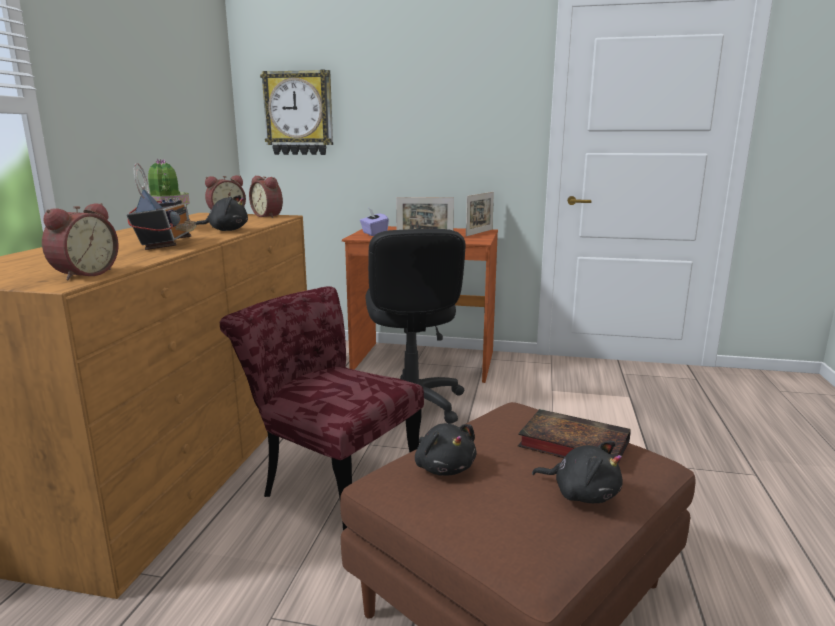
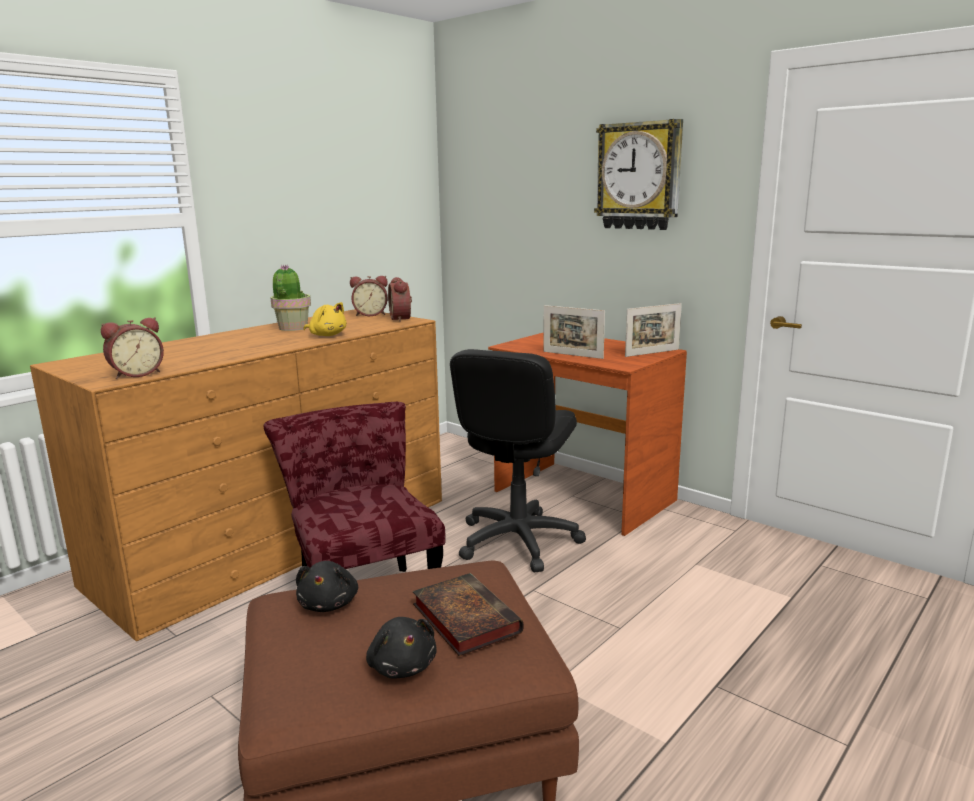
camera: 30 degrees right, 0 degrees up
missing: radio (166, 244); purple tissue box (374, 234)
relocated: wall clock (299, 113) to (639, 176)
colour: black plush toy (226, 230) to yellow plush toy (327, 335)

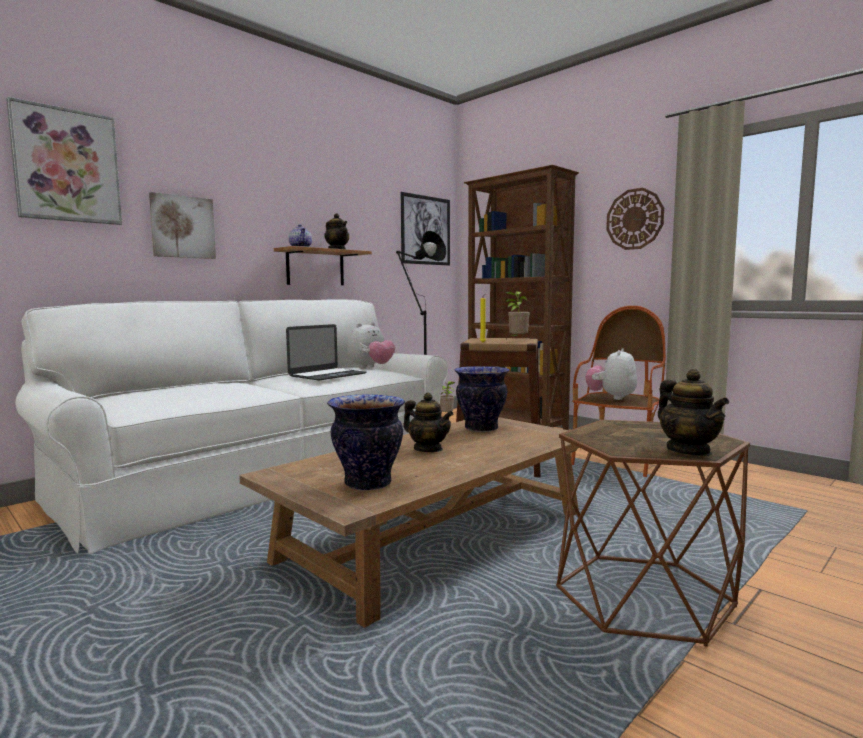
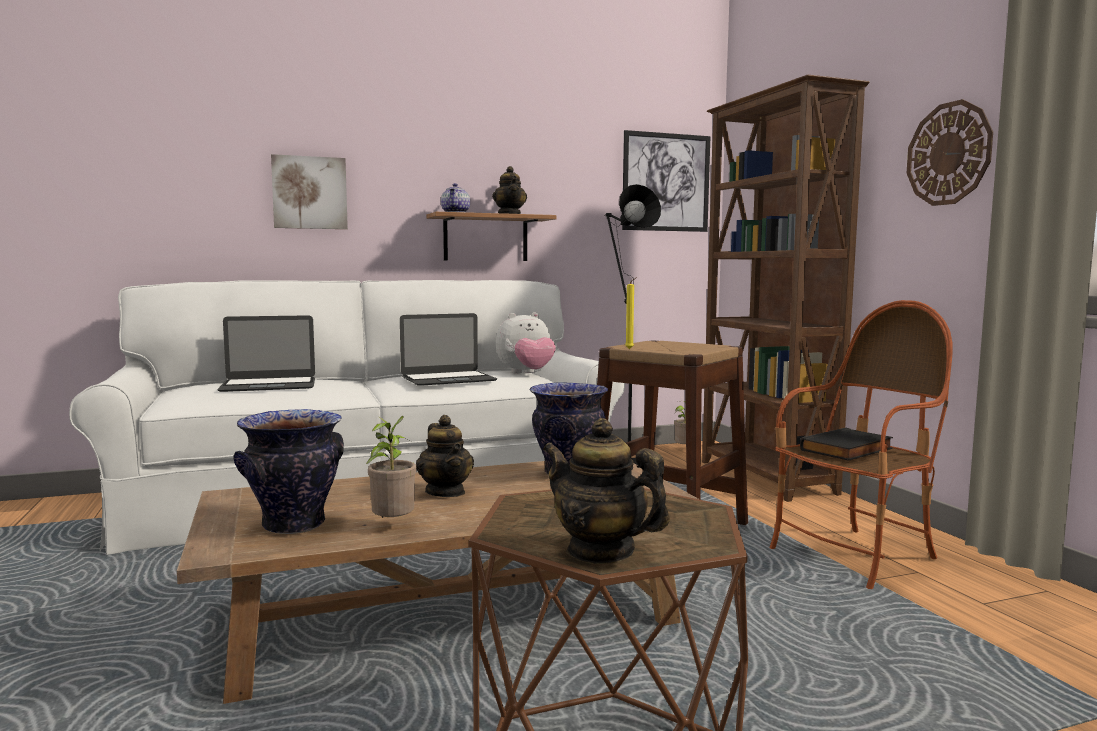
camera: 25 degrees right, 0 degrees up
missing: picture (67, 166)
appeared: laptop (269, 385)
relocated: potted plant (517, 340) to (392, 526)
exchanged: plush toy (611, 397) to black book (848, 450)
spun: teapot (688, 451) = (600, 551) 120 degrees clockwise

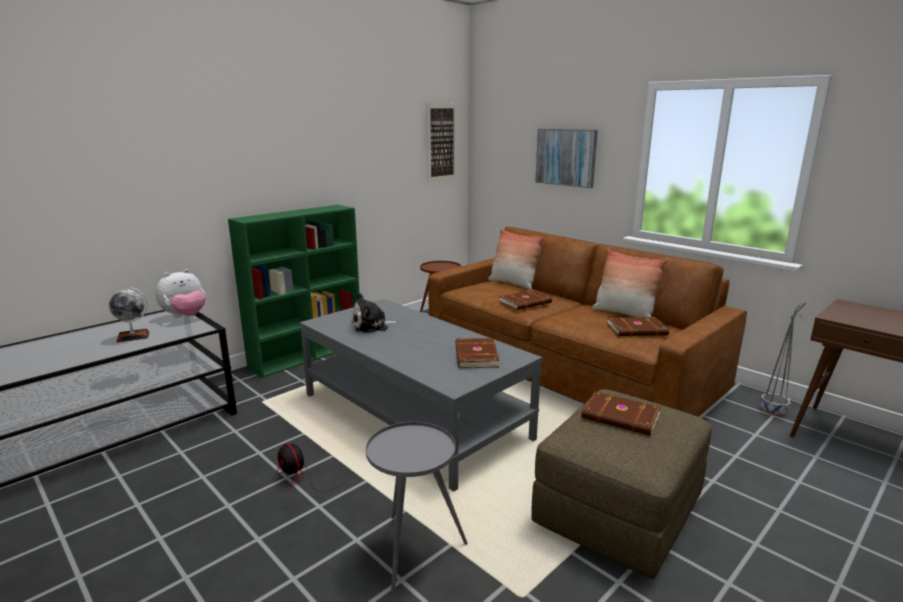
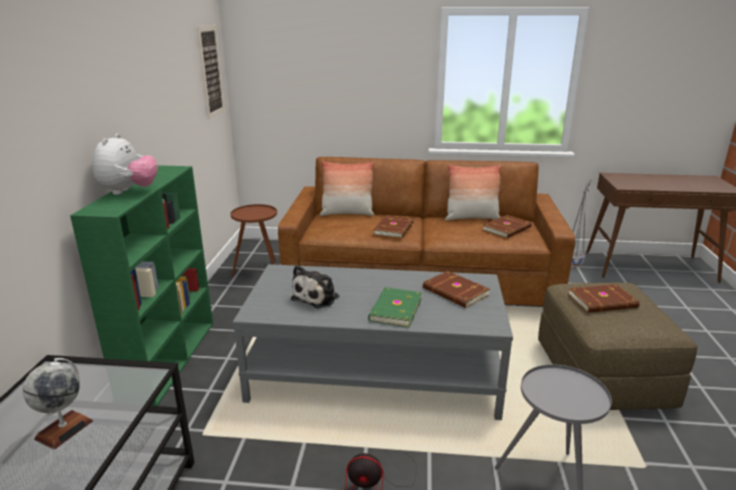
camera: 40 degrees left, 5 degrees up
missing: picture (566, 157)
appeared: green book (394, 309)
relocated: plush toy (185, 316) to (129, 191)

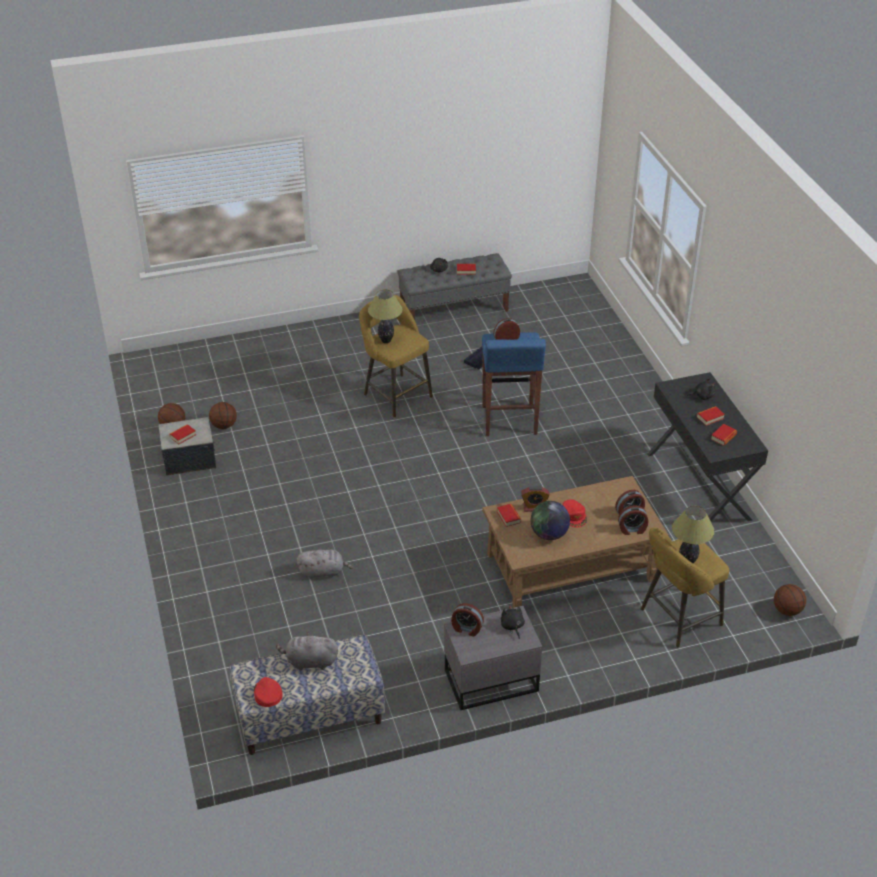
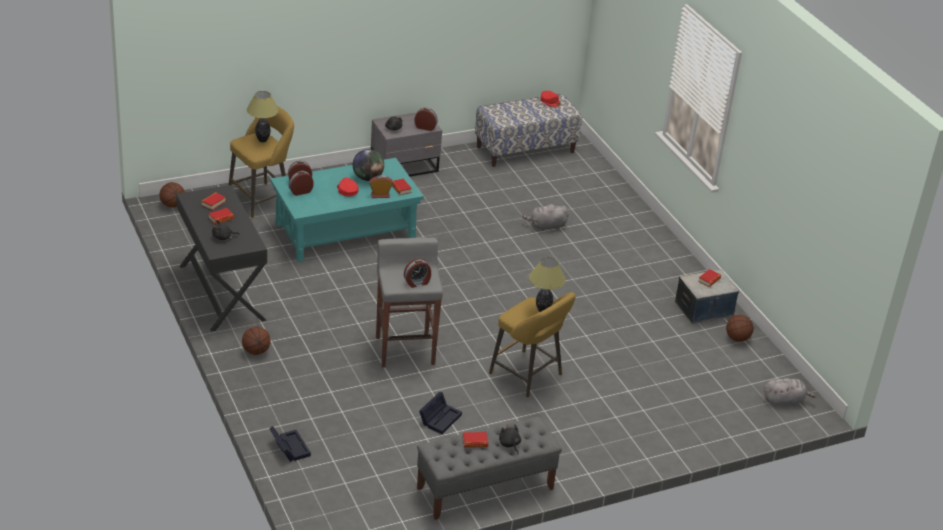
camera: 170 degrees right, 5 degrees down
appeared: black storage box (289, 447)
relocated: basketball (224, 426) to (256, 351); grey plush toy (309, 662) to (784, 400)
colour: blue stool (509, 421) to grey stool (405, 350); brown coffee table (571, 566) to turquoise coffee table (345, 232)

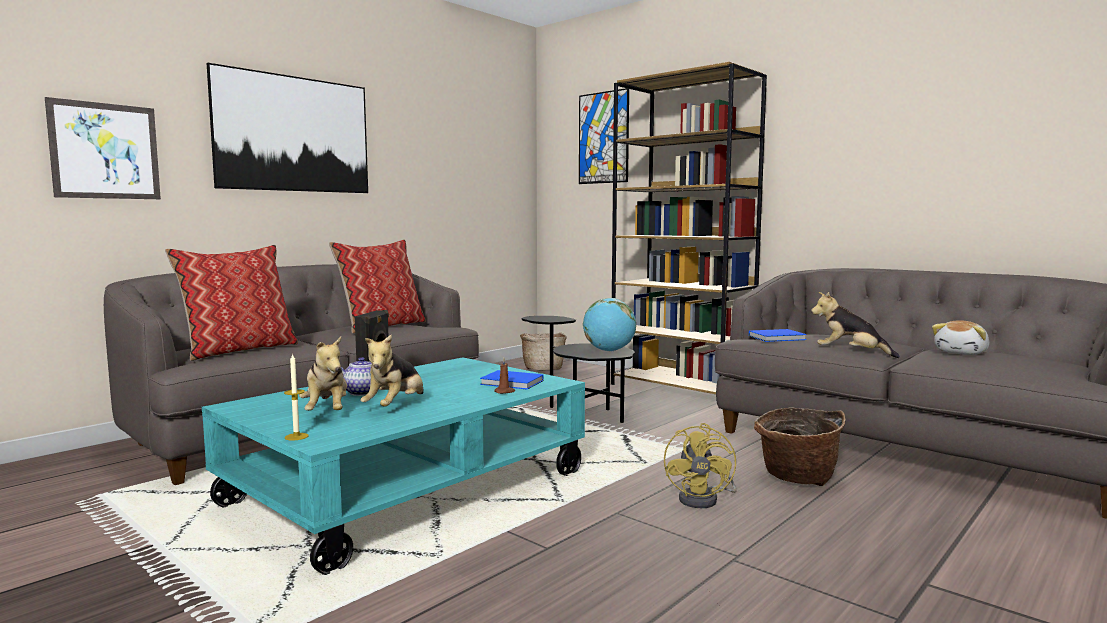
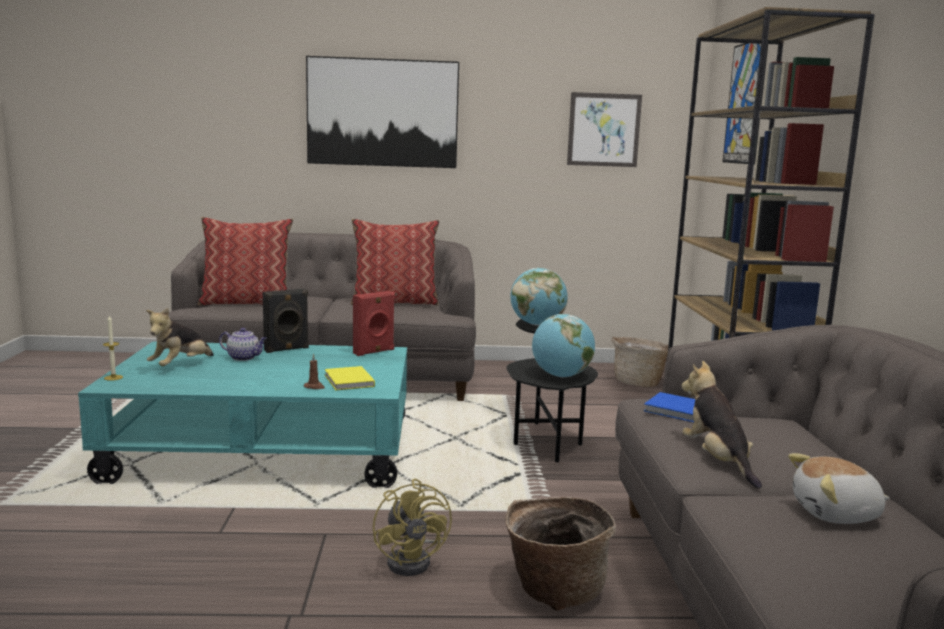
camera: 45 degrees right, 5 degrees up
missing: plush toy (396, 406)
appeared: red speaker (374, 352); globe (537, 324)
relocated: picture (105, 151) to (604, 130)
colour: blue book (513, 383) to yellow book (348, 381)
spun: yellow fan (704, 499) = (414, 560) 75 degrees counterclockwise

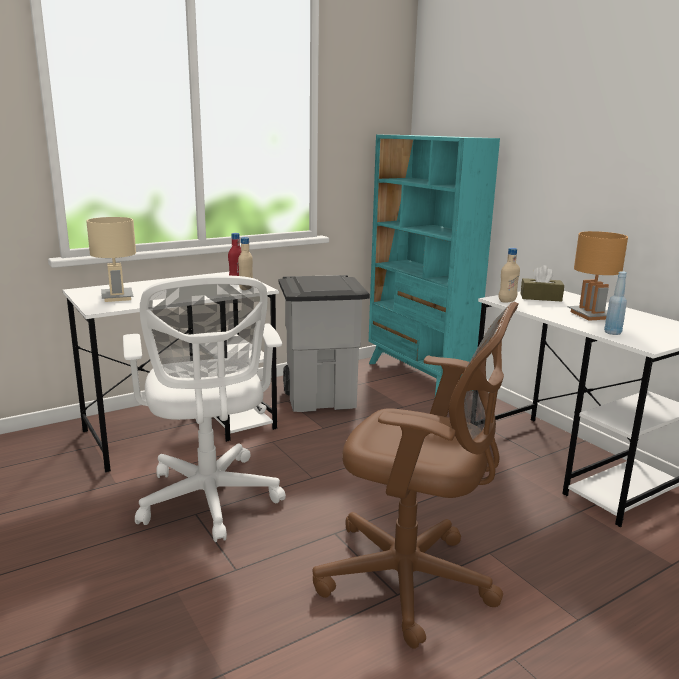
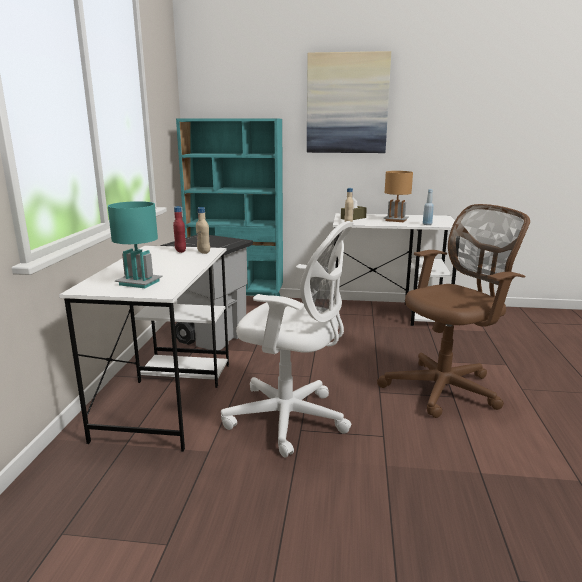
camera: 50 degrees left, 0 degrees up
appeared: picture (347, 104)
colour: beige table lamp (116, 297) to turquoise table lamp (139, 283)

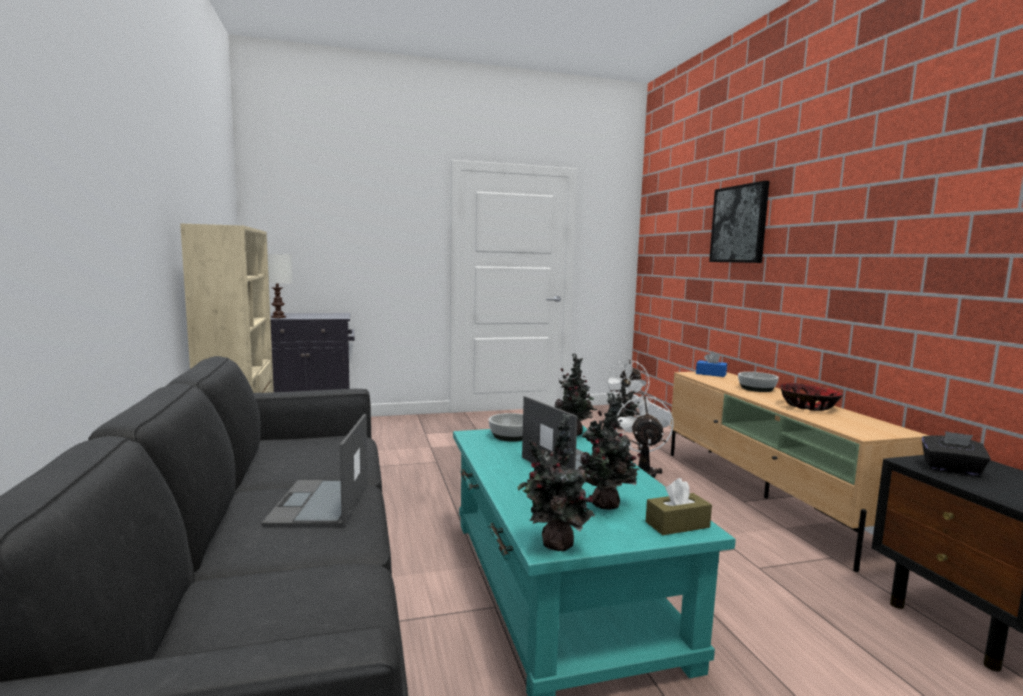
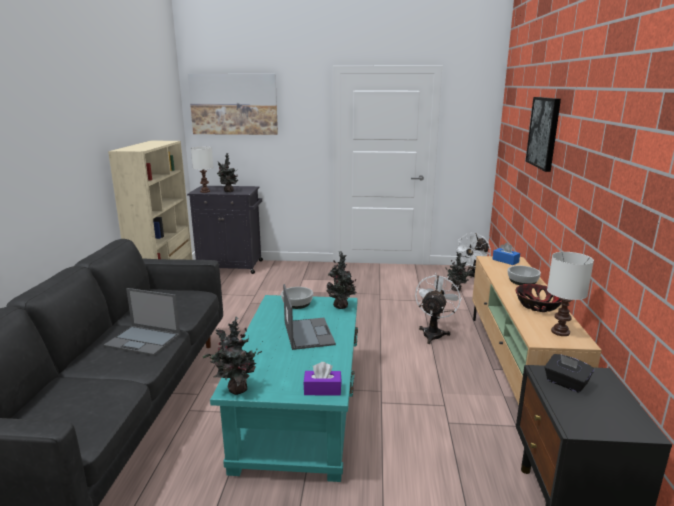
camera: 20 degrees right, 10 degrees up
appeared: picture (234, 104); white table lamp (559, 332)
relocated: potted plant (607, 506) to (228, 191)
colour: brown tissue box (677, 525) to purple tissue box (322, 389)
spun: laptop (319, 503) = (144, 340) 90 degrees counterclockwise

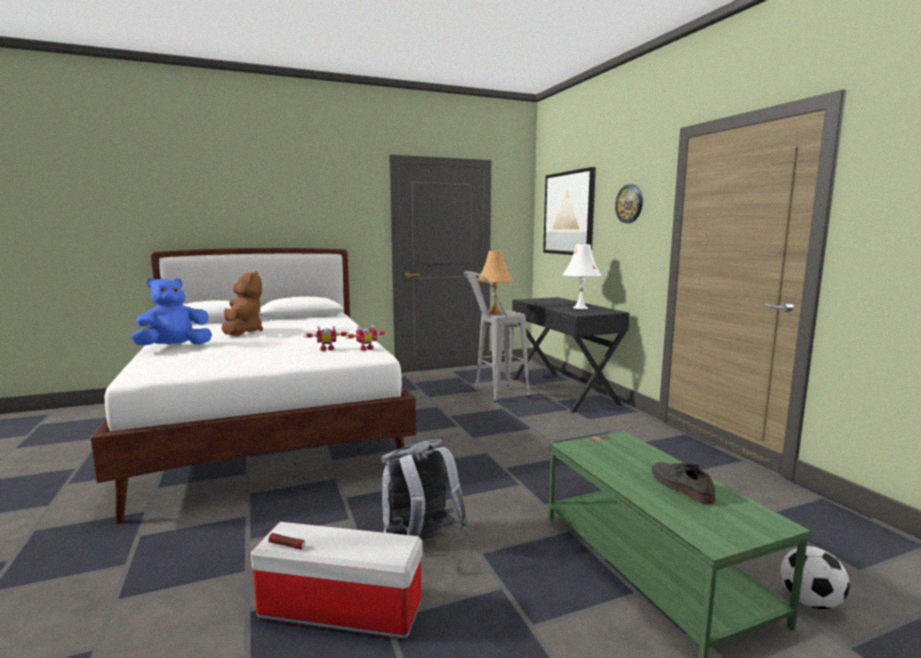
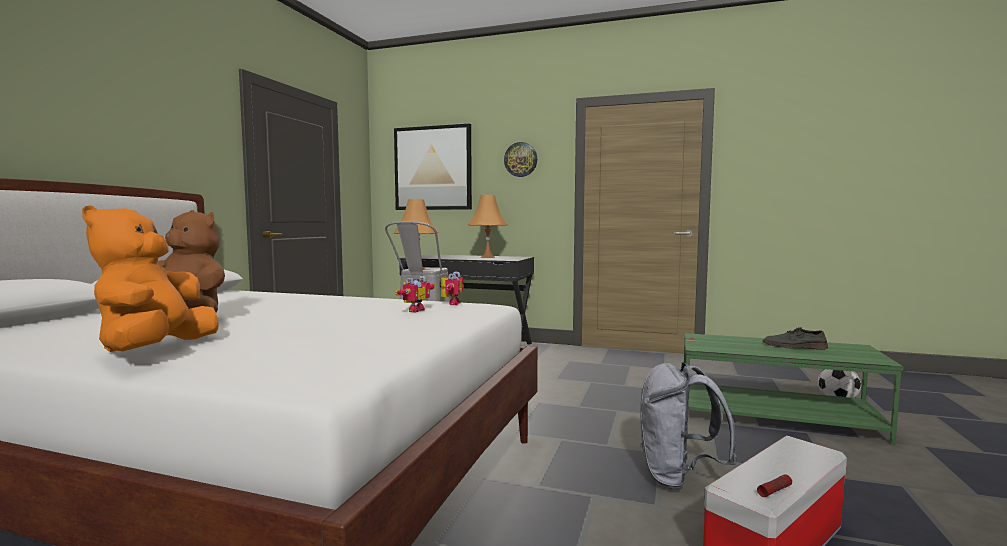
camera: 50 degrees left, 5 degrees down
colour: blue plush toy (174, 347) to orange plush toy (156, 351); white table lamp (580, 308) to orange table lamp (488, 257)

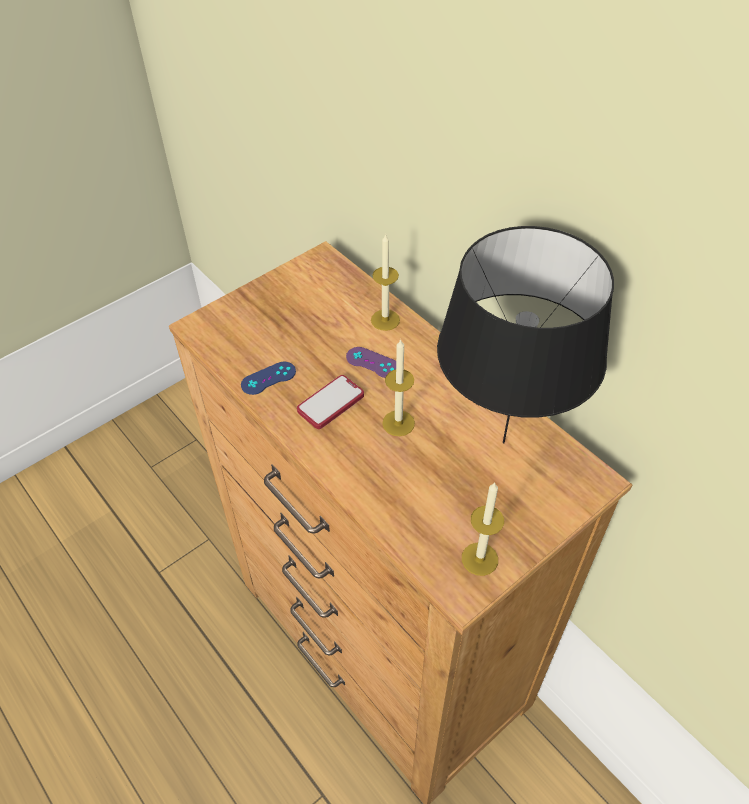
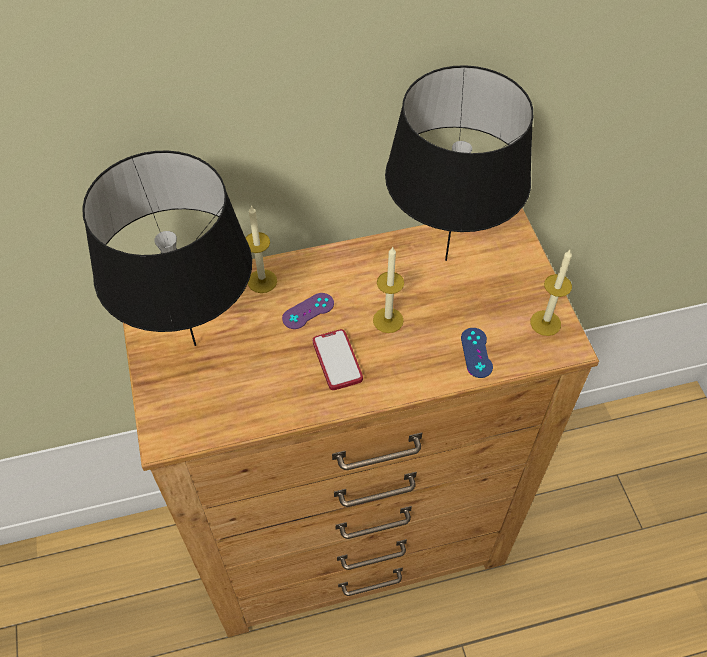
camera: 65 degrees left, 5 degrees up
appeared: black table lamp (194, 345)
relocated: blue game controller (268, 378) to (476, 352)

